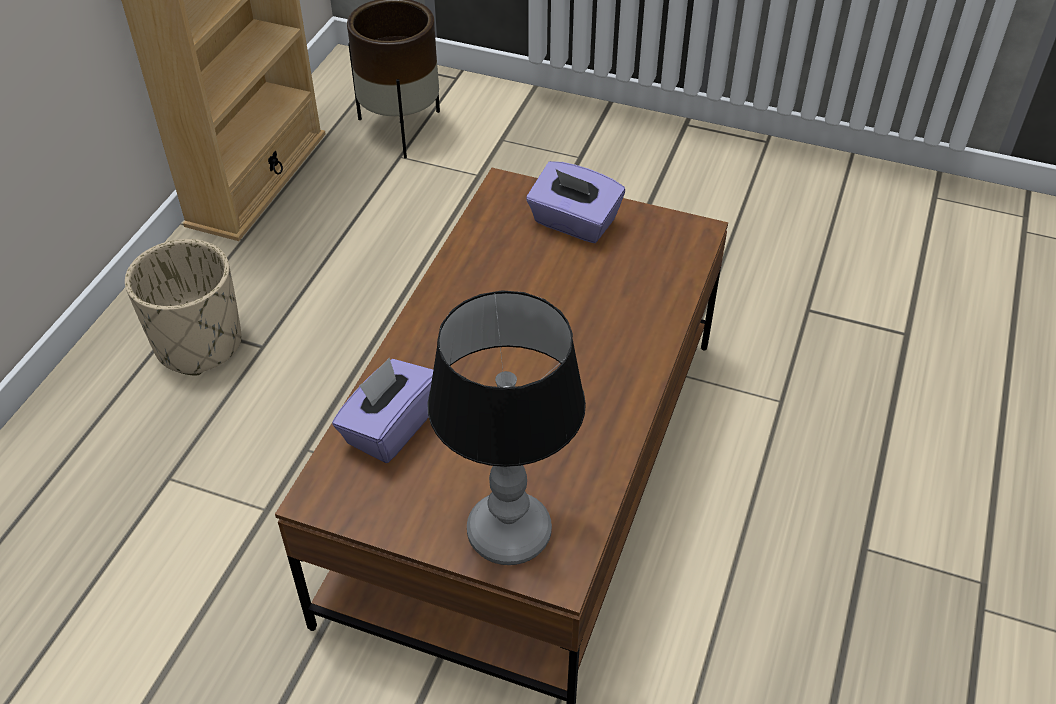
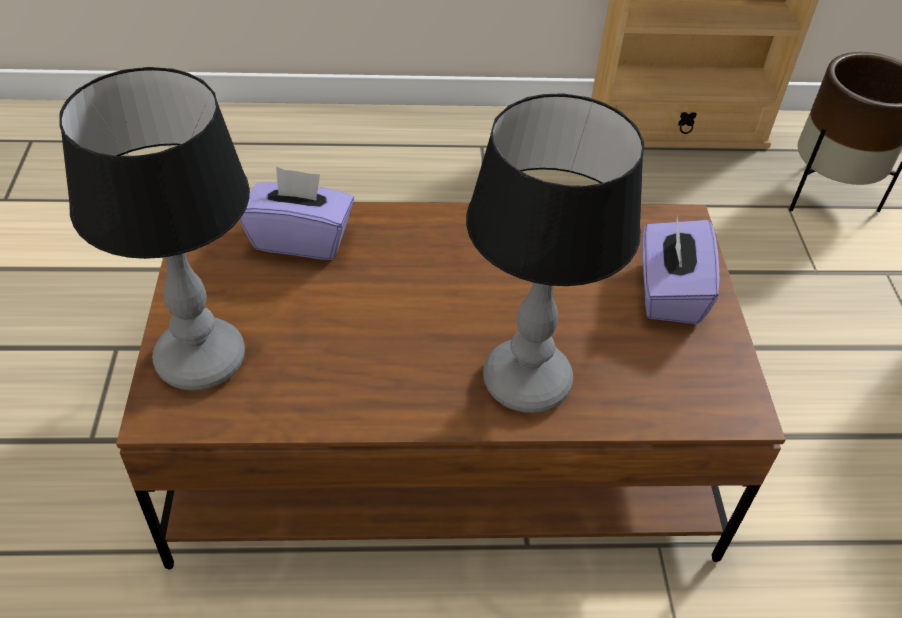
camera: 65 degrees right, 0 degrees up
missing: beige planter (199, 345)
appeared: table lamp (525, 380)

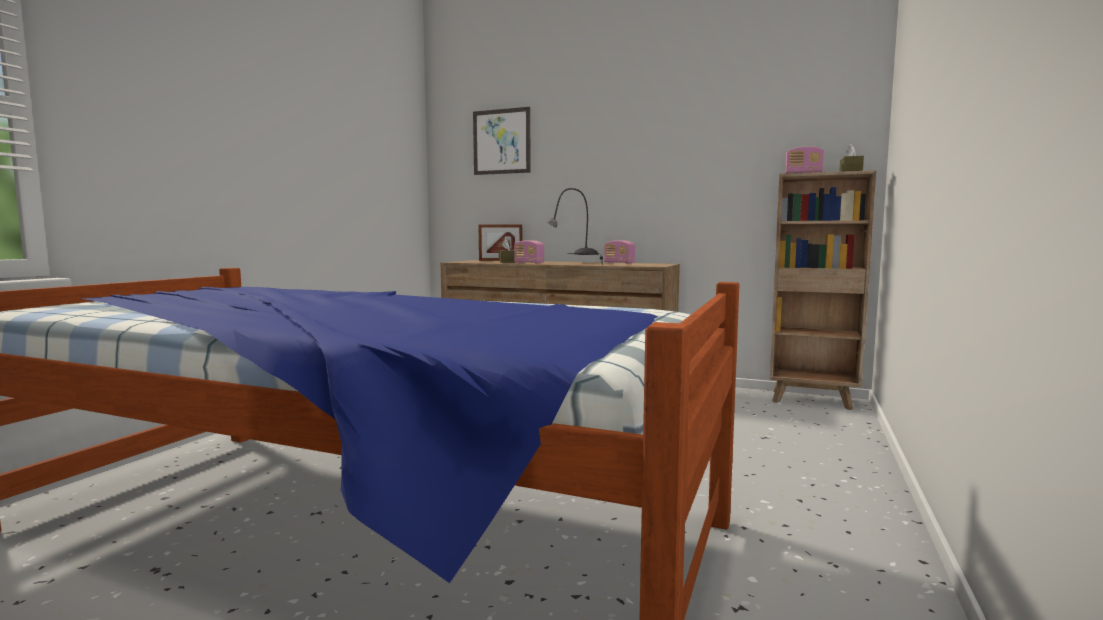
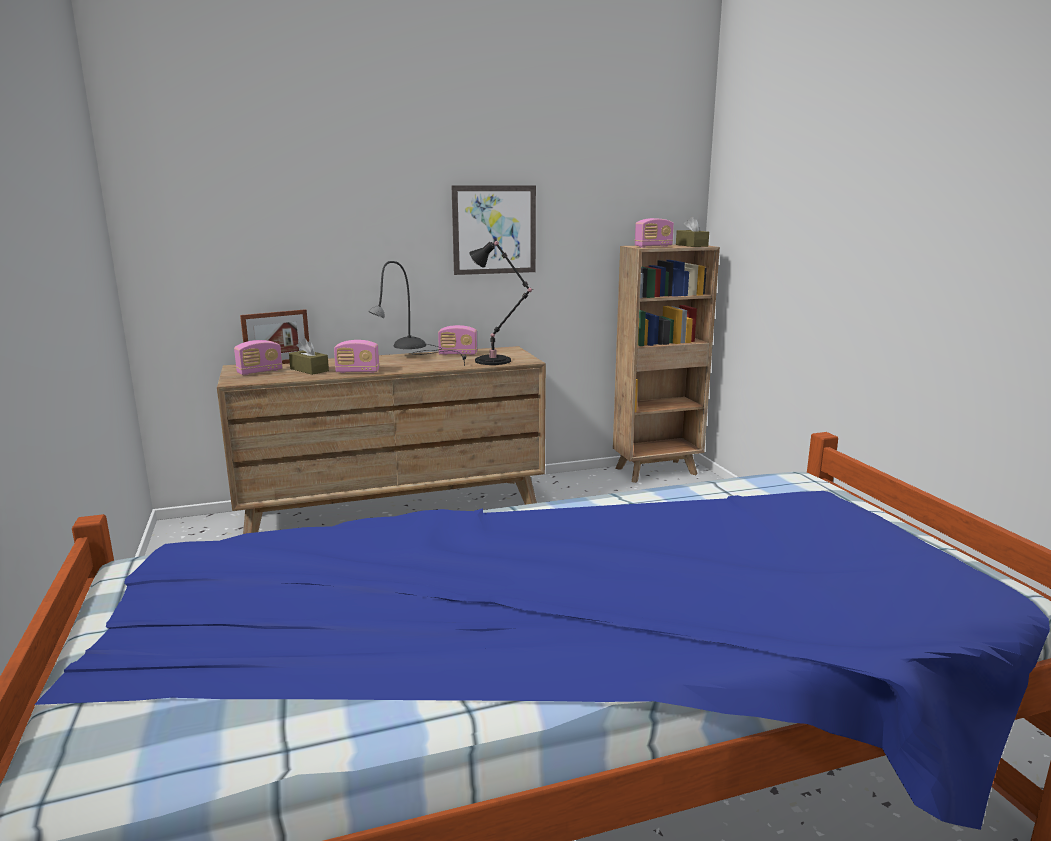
camera: 40 degrees left, 10 degrees up
appeared: radio (260, 372); black table lamp (496, 361)
relocated: picture (501, 141) to (494, 230)

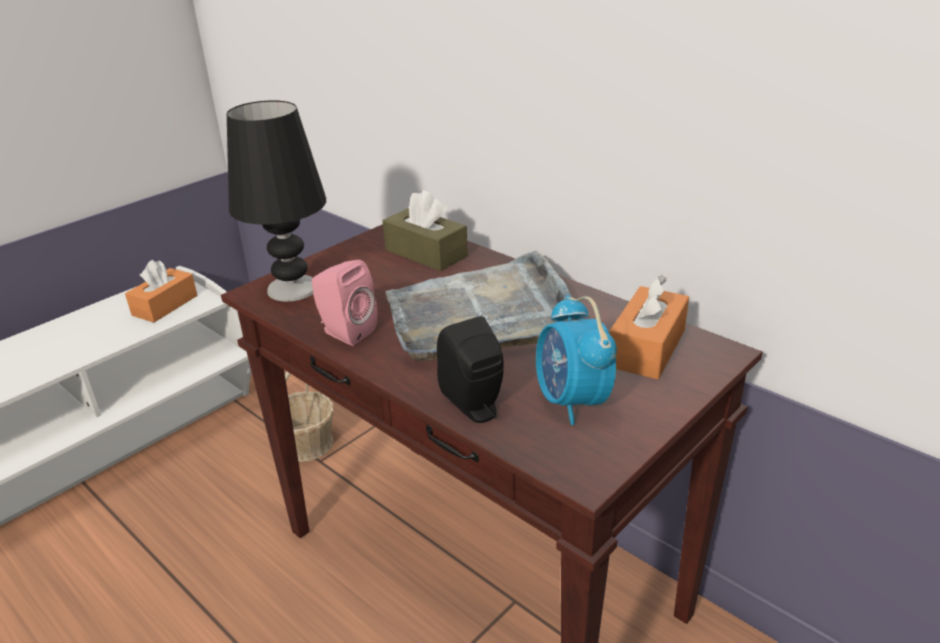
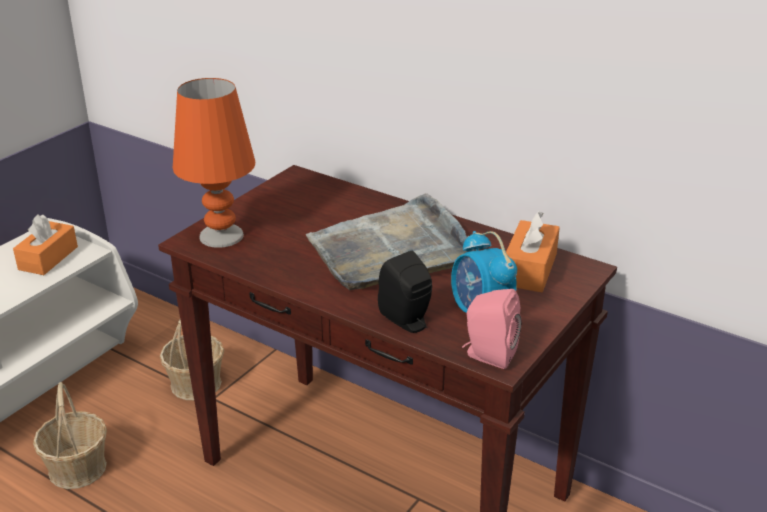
camera: 10 degrees left, 0 degrees up
missing: brown tissue box (426, 253)
appeared: basket (78, 468)
relocated: pink speaker (345, 332) to (488, 355)
colour: black table lamp (293, 289) to orange table lamp (222, 236)

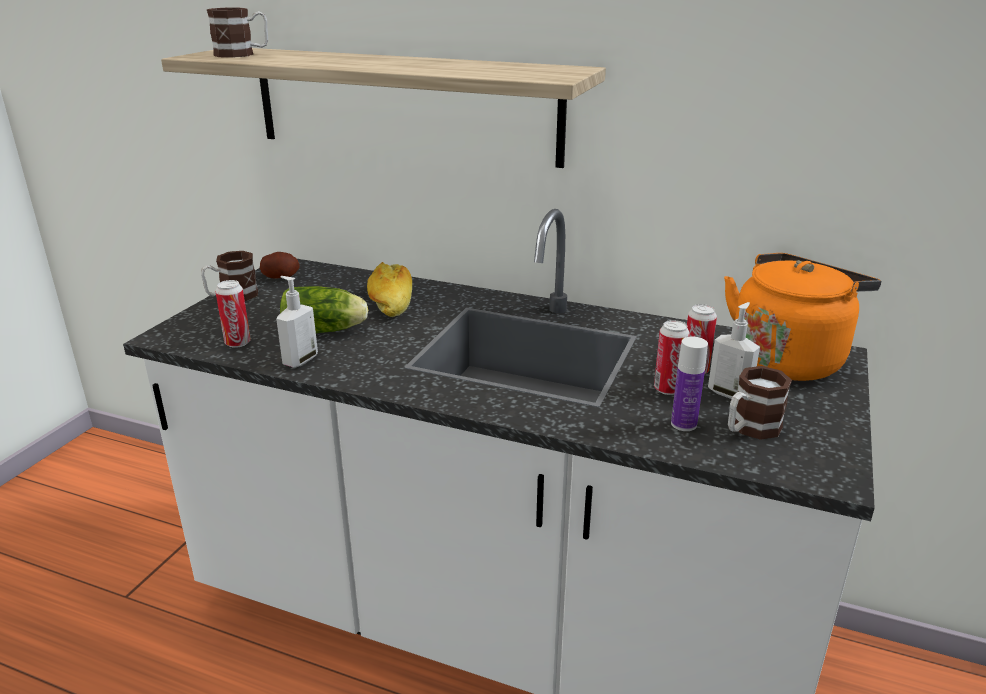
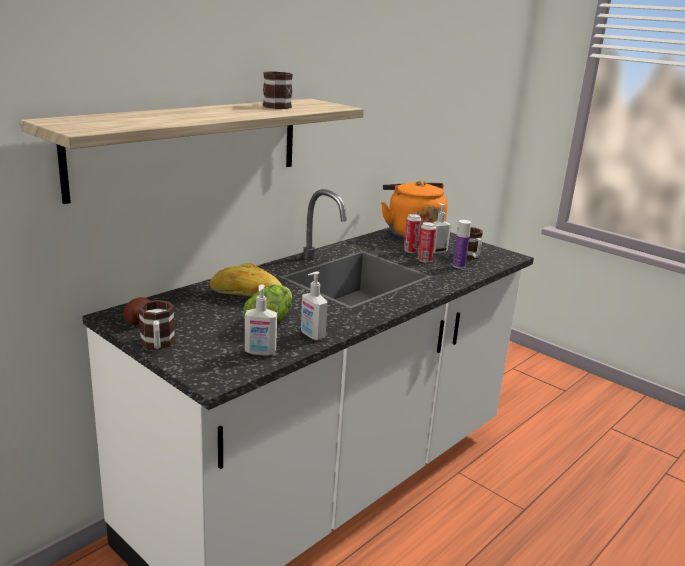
camera: 70 degrees left, 5 degrees down
relocated: mug (242, 54) to (278, 105)
exchanged: can (238, 343) to soap dispenser (260, 352)

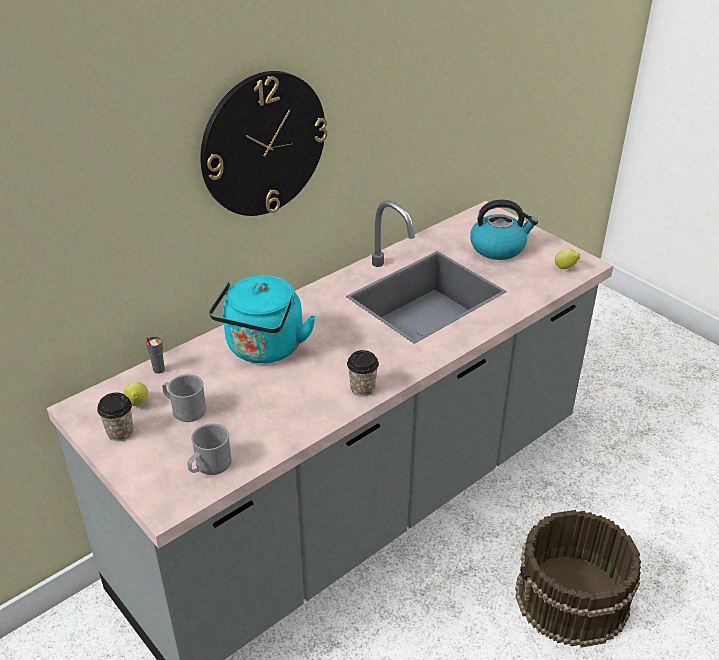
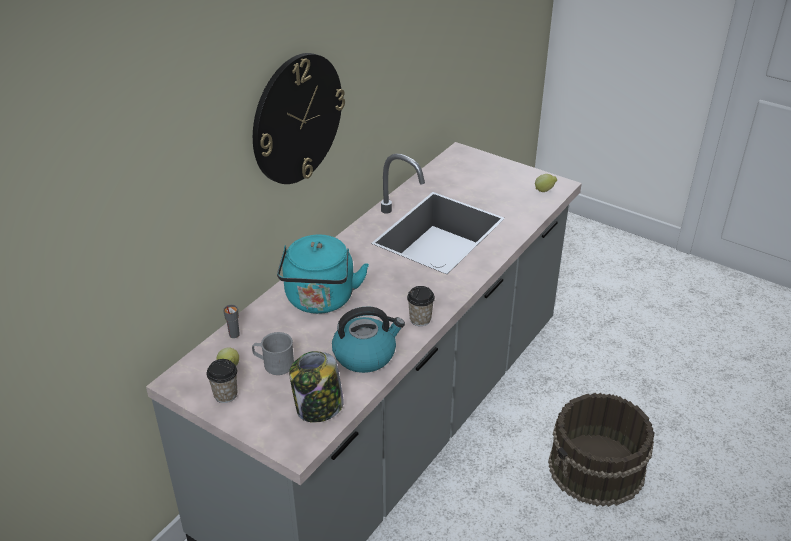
camera: 15 degrees left, 0 degrees up
relocated: kettle (498, 248) to (365, 354)
exchanged: grey mug (209, 466) to jar (318, 408)

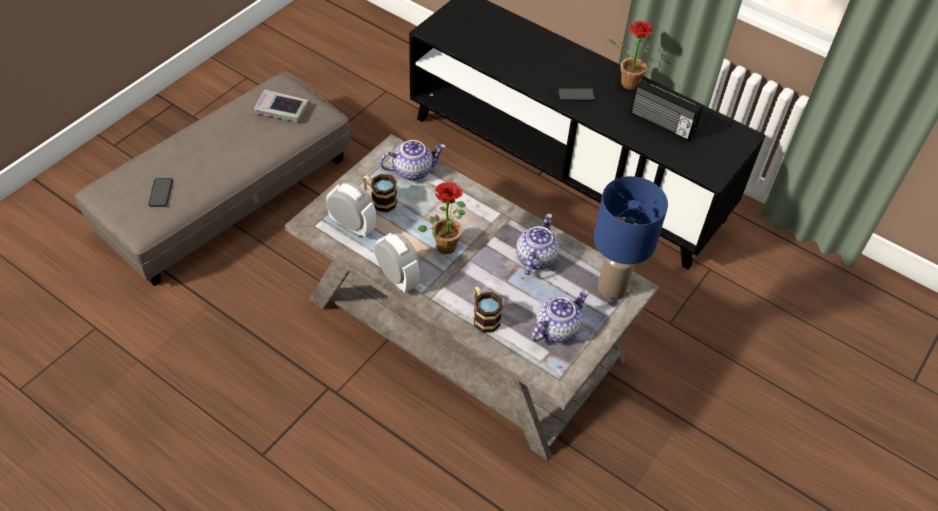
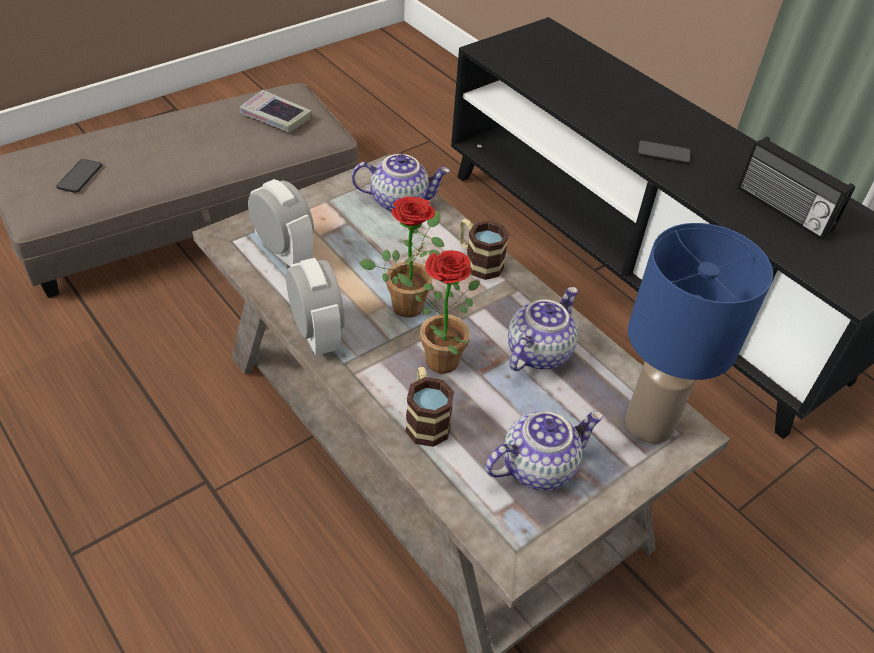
camera: 15 degrees right, 5 degrees down
relocated: mug (379, 200) to (478, 262); potted plant (625, 84) to (434, 360)

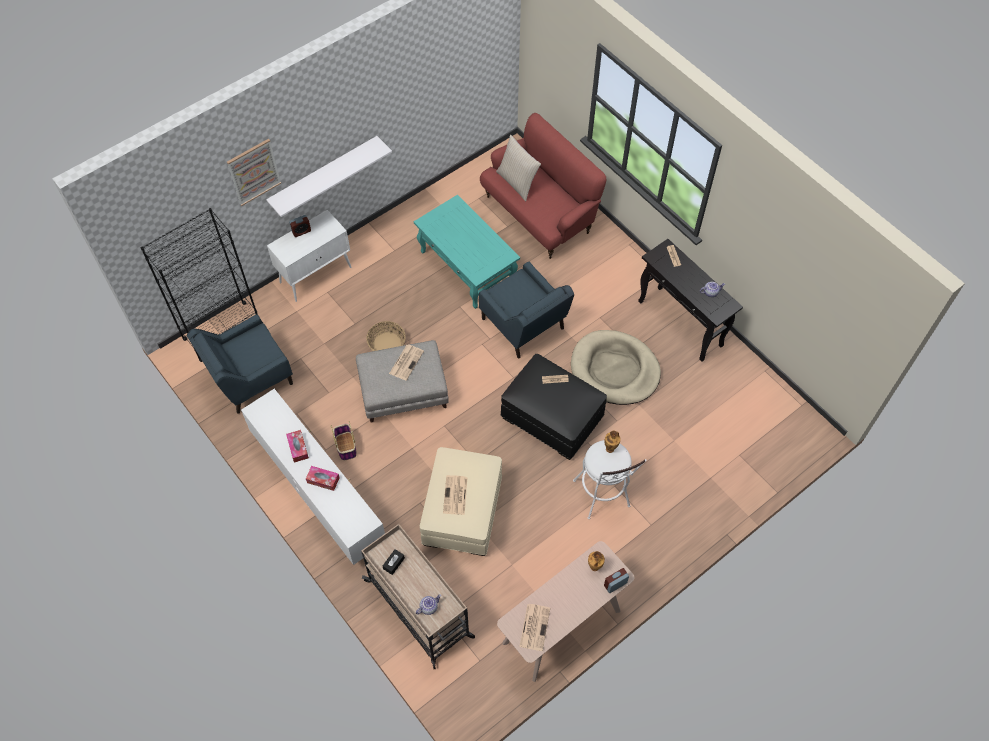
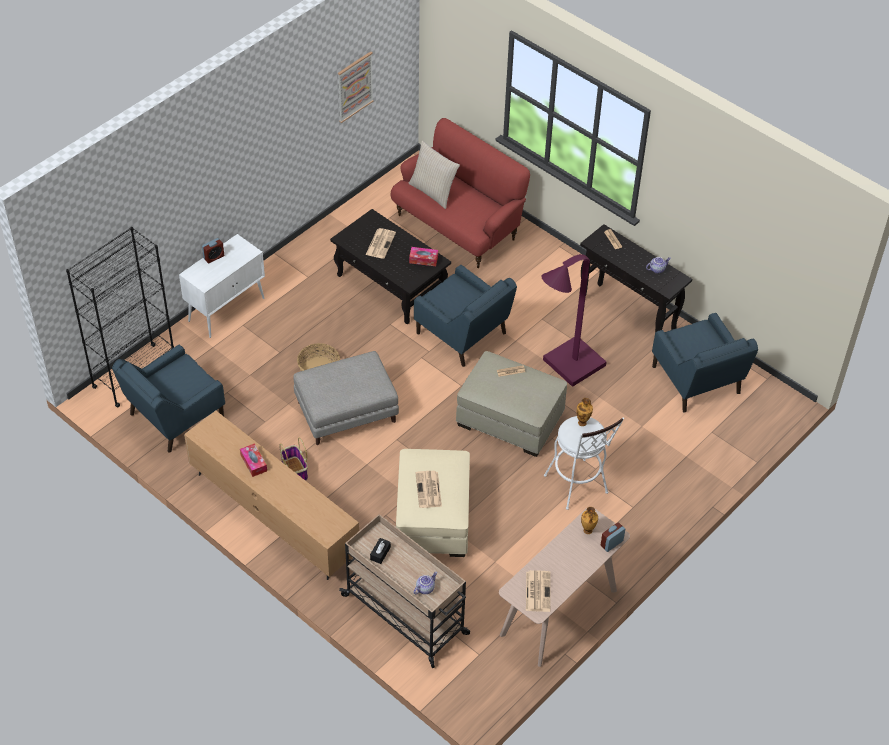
camera: 10 degrees left, 10 degrees down
missing: white shelf (324, 174)
appeared: blue armchair (697, 382)
relocated: picture (254, 172) to (354, 86); tissue box (323, 480) to (423, 259); newspaper (406, 362) to (380, 243)
exchanged: beige dog bed (614, 370) to purple floor lamp (567, 367)
colour: white tv stand (319, 491) to brown tv stand (274, 516); turquoise coffee table (467, 267) to black coffee table (391, 285); black ottoman (552, 418) to beige ottoman (511, 419)

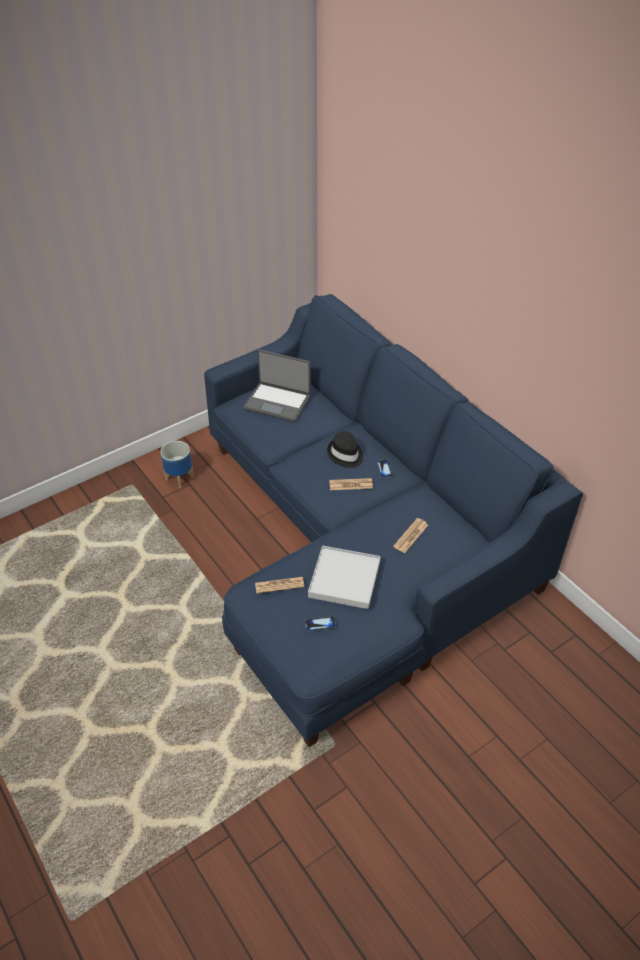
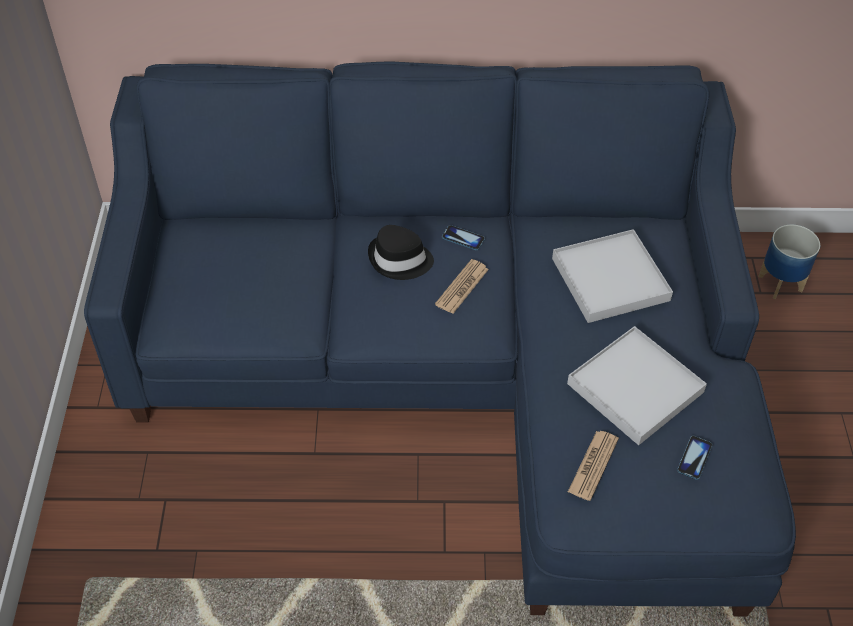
camera: 55 degrees left, 5 degrees up
missing: laptop (278, 402)
relocated: planter (179, 478) to (780, 283)
exchanged: newspaper (411, 536) to white tray (610, 279)

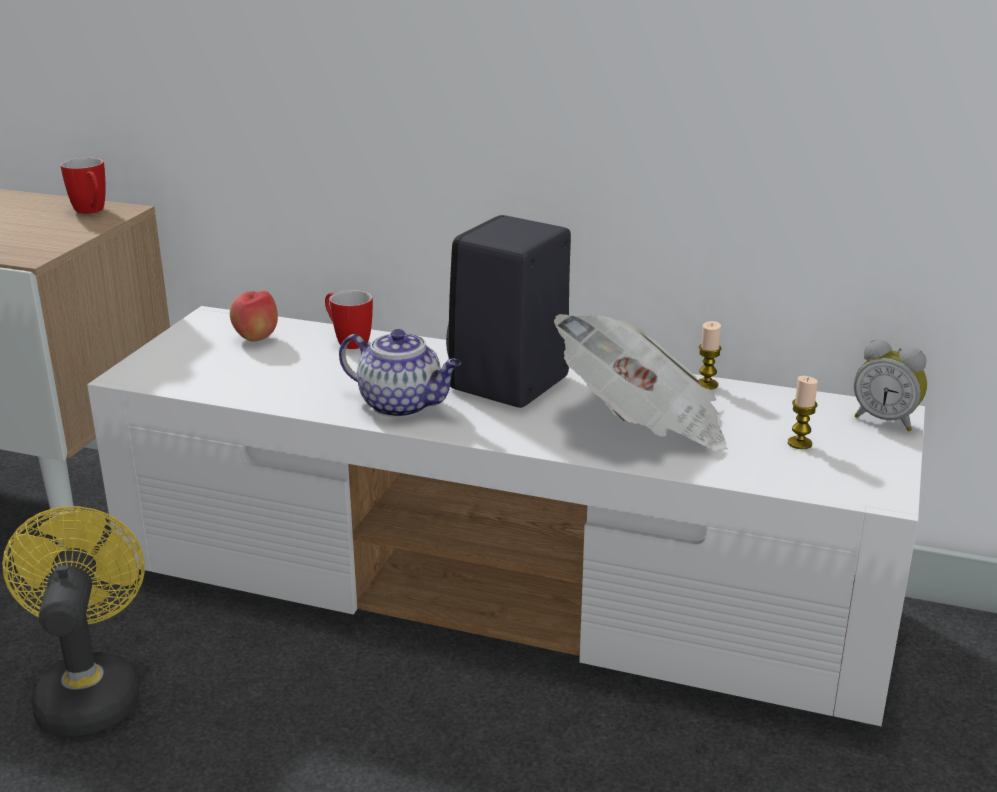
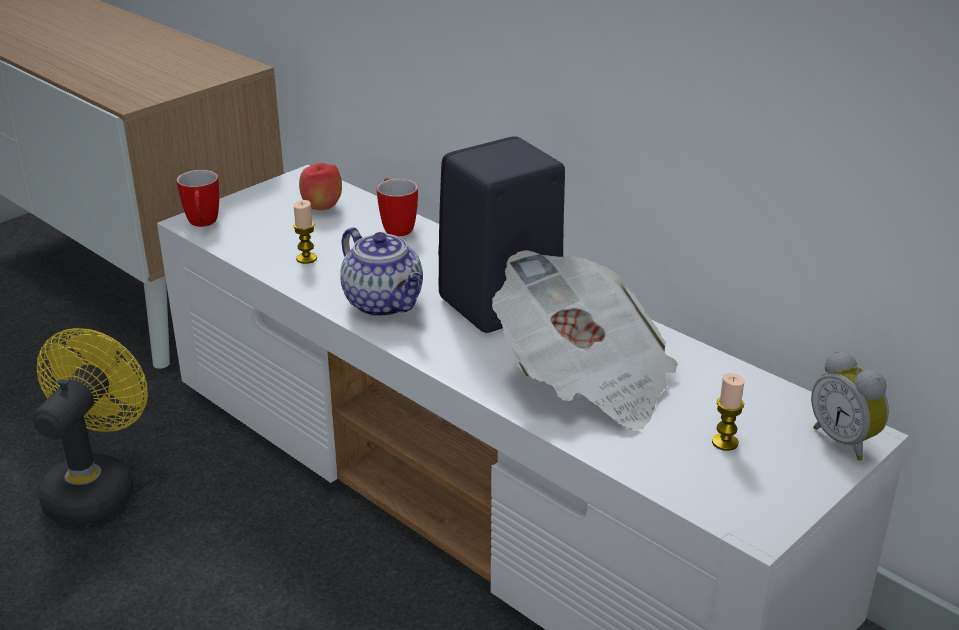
camera: 25 degrees right, 5 degrees up
relocated: mug (92, 212) to (202, 224); candle (707, 384) to (306, 258)

